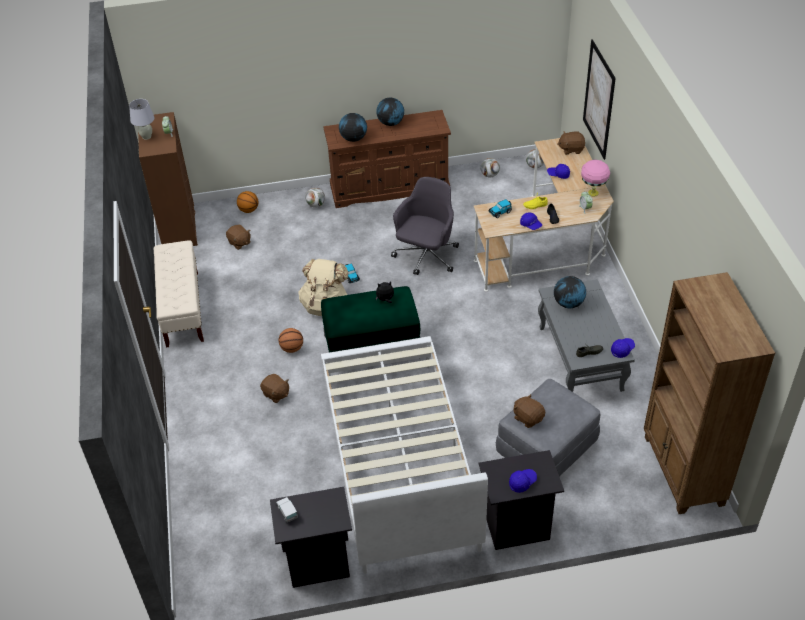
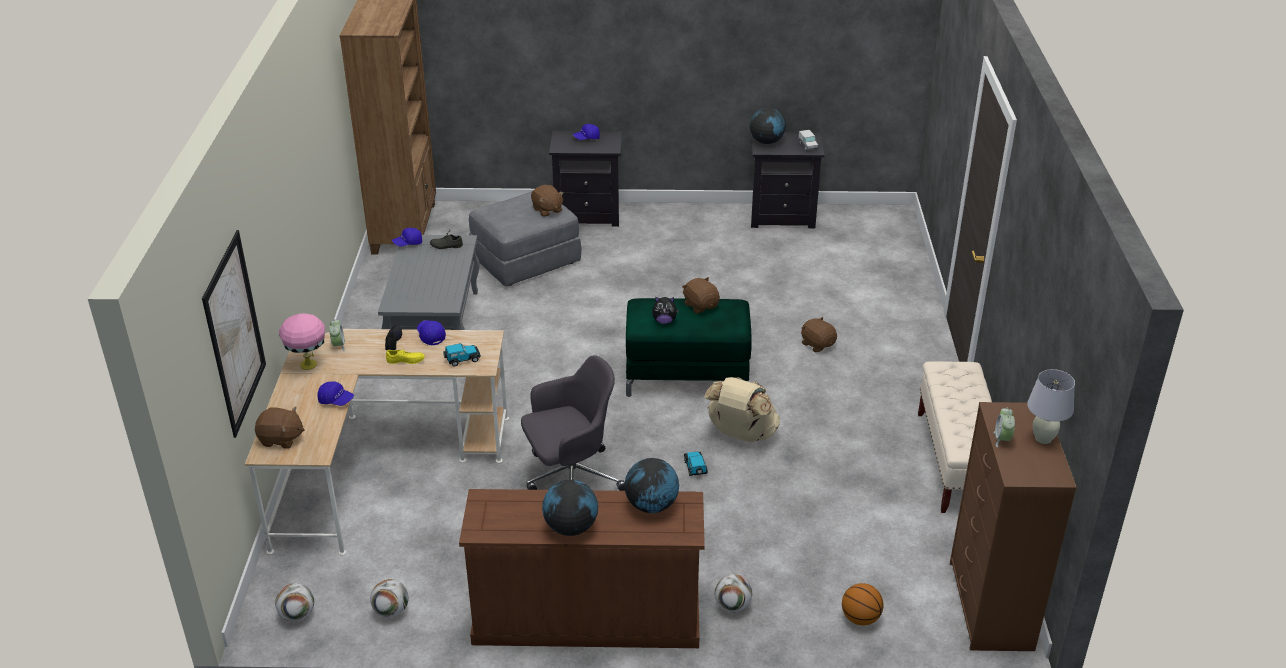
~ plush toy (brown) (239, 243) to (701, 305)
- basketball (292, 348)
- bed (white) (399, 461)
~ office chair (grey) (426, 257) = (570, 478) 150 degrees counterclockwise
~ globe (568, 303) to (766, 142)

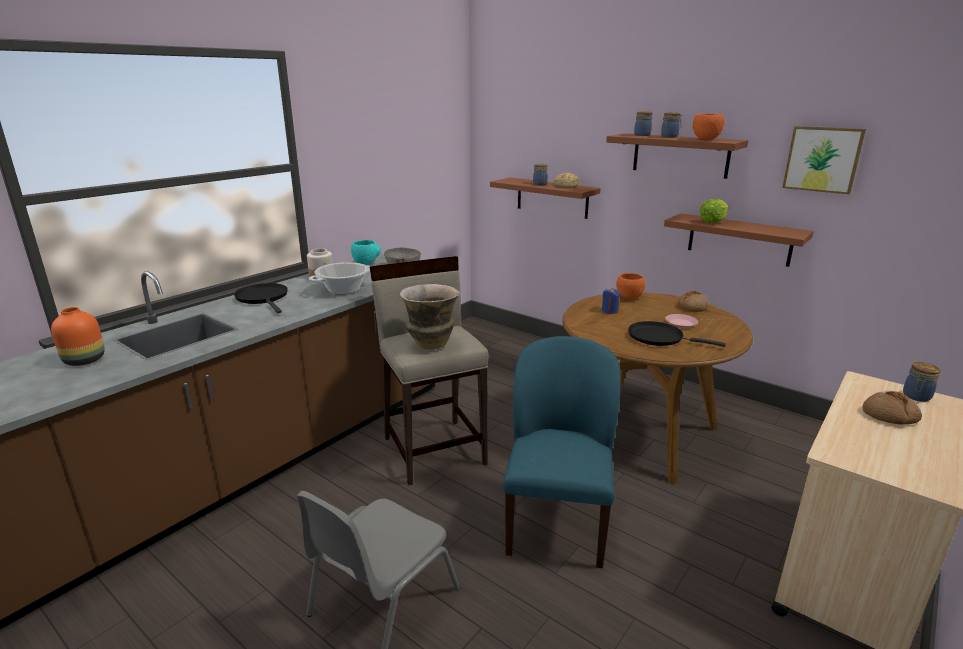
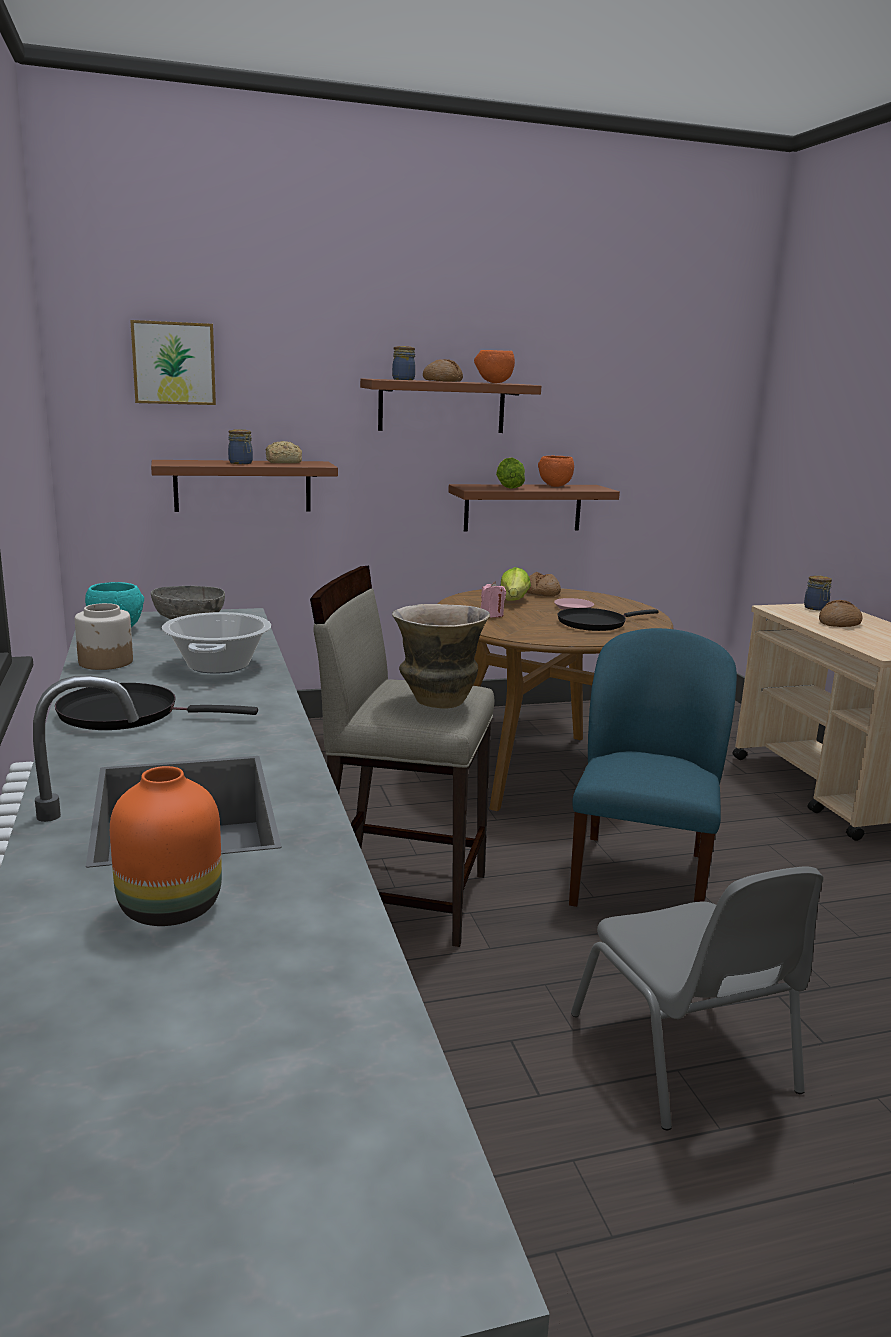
~ chair (blue) (557, 520) = (640, 878) 60 degrees clockwise
~ candle (blue) (609, 310) to candle (pink) (492, 615)
~ bowl (orange) (629, 298) to (554, 486)
~ jar (670, 137) to bread (442, 381)
~ picture (823, 159) to (174, 363)
+ lettuce (514, 601)

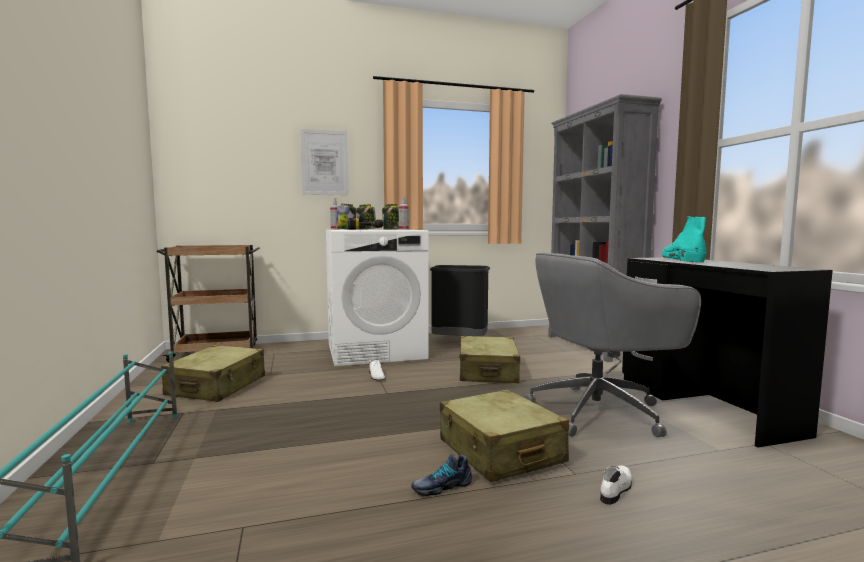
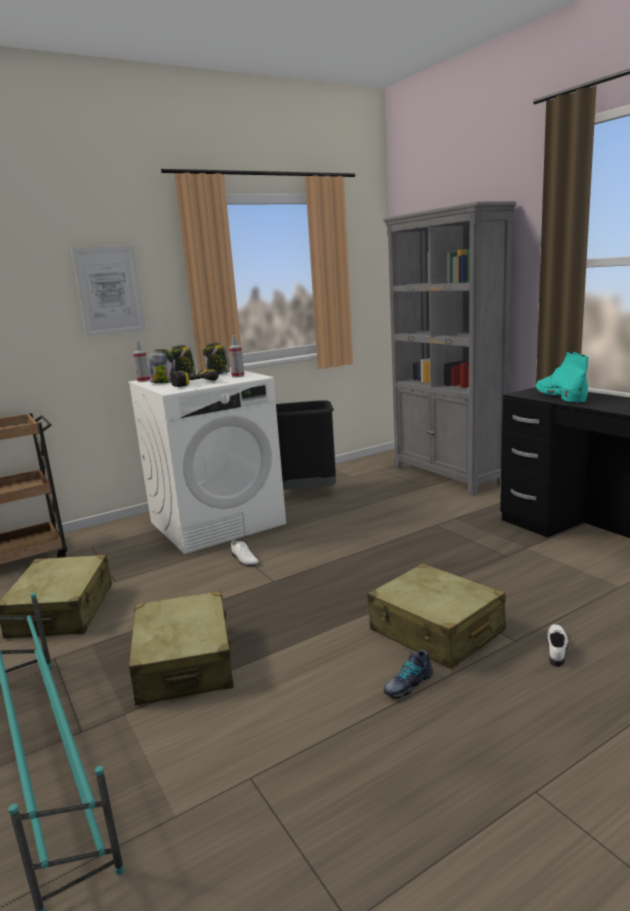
~ suitcase (beige) (487, 372) to (185, 663)
- office chair (grey) (600, 411)

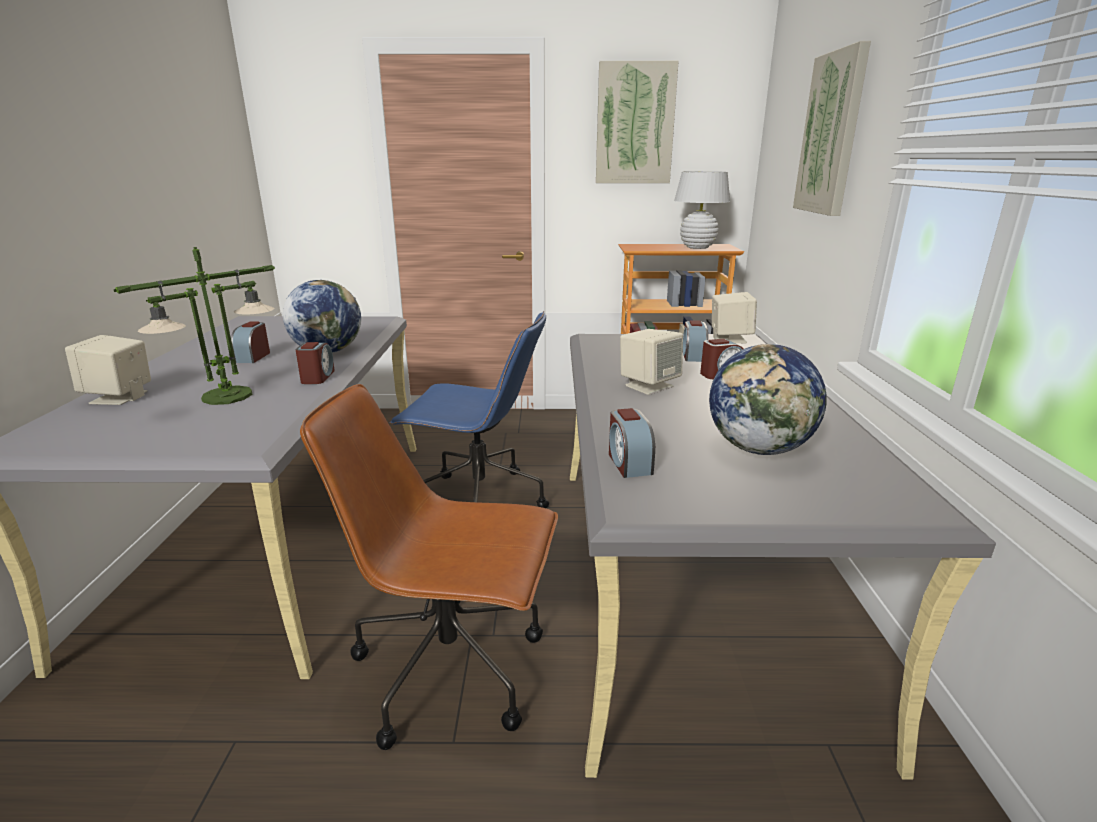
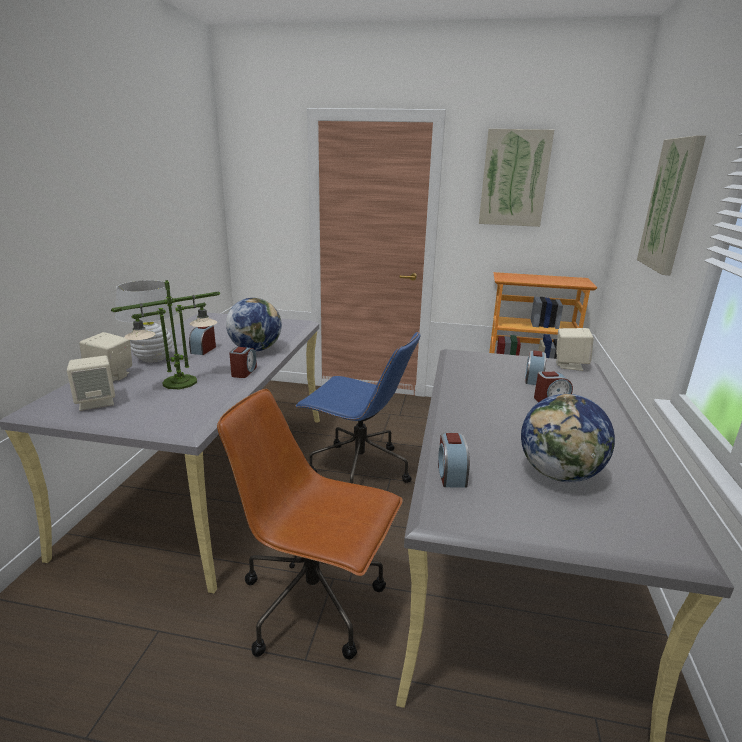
~ speaker (beige) (648, 386) to (96, 402)
~ table lamp (white) (697, 247) to (154, 359)

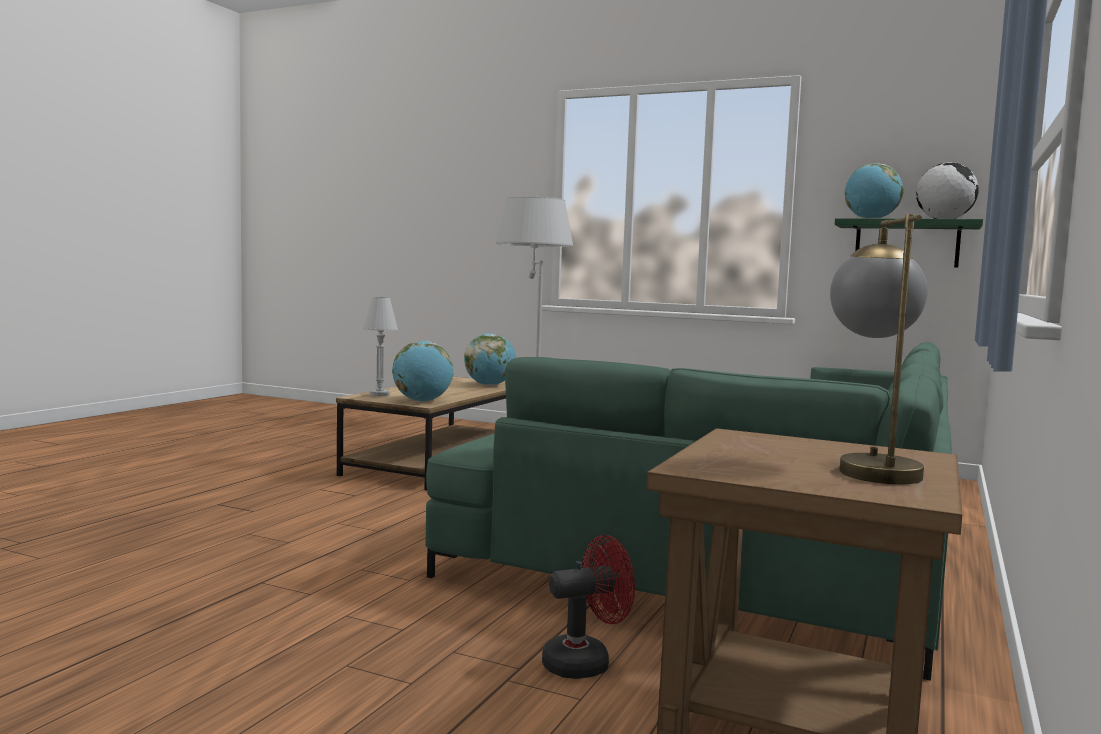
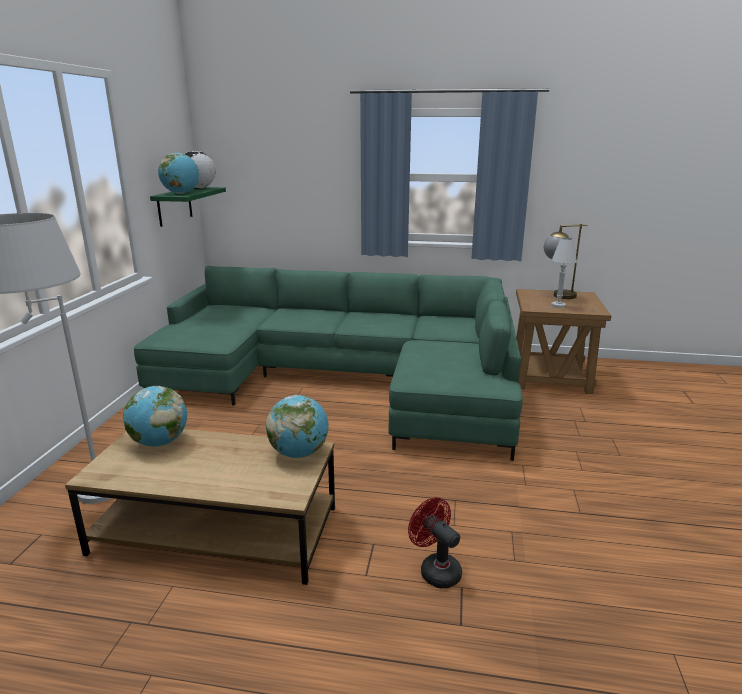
~ table lamp (white) (379, 394) to (558, 305)
~ fan (red) (586, 662) to (435, 570)

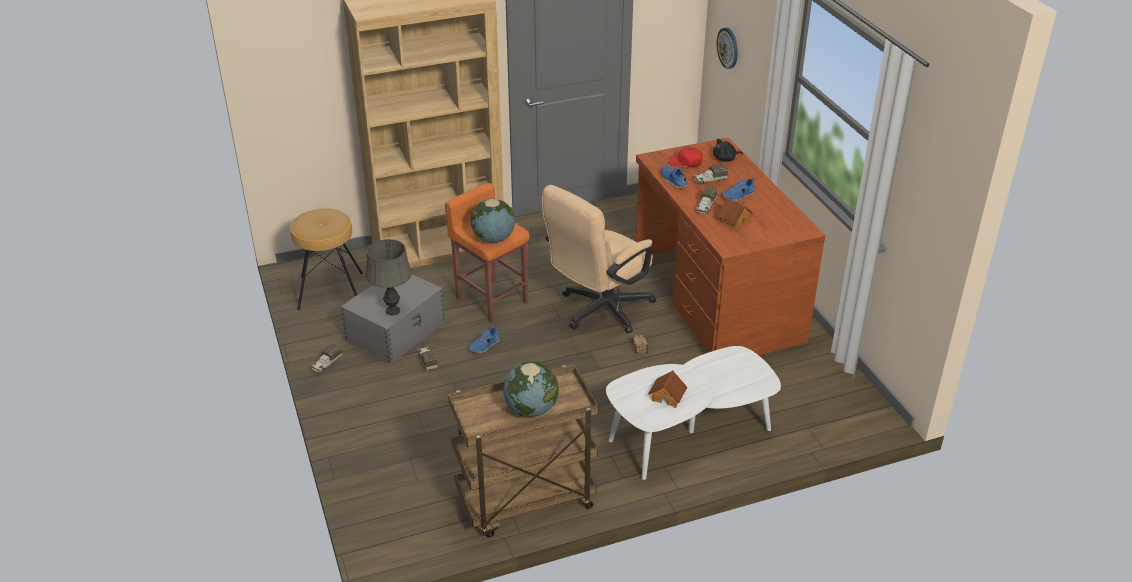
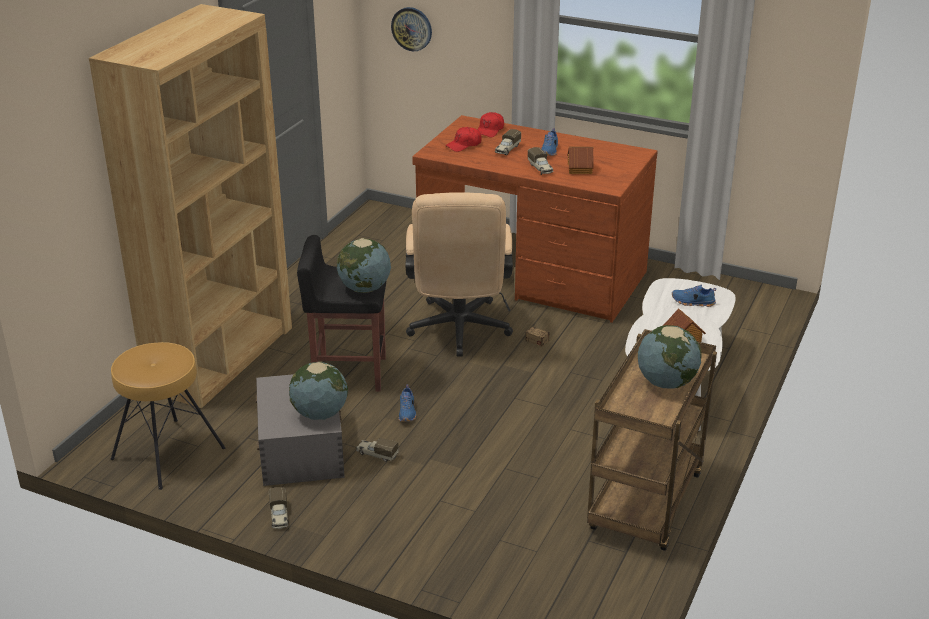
~ table lamp (grey) (392, 310) to globe (319, 414)
~ stool (orange) (491, 299) to stool (black) (348, 373)
~ shoe (blue) (673, 181) to (693, 302)
~ plush toy (black) (725, 159) to cap (red) (490, 130)

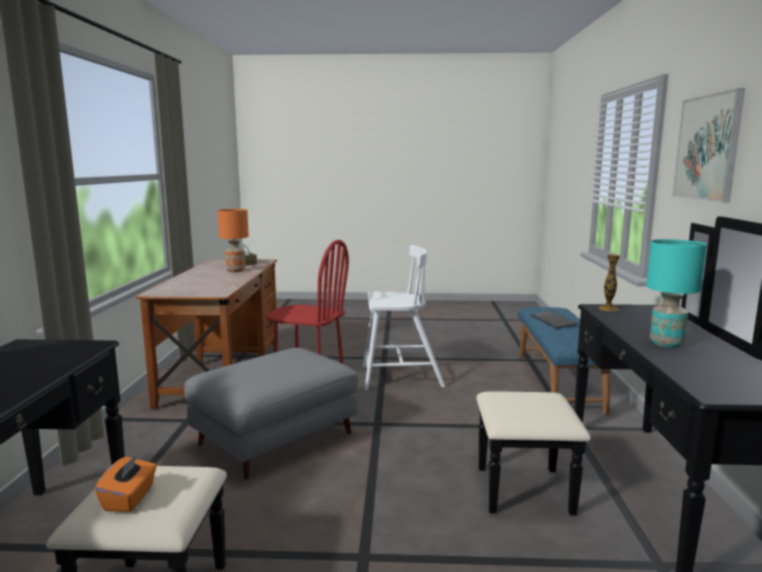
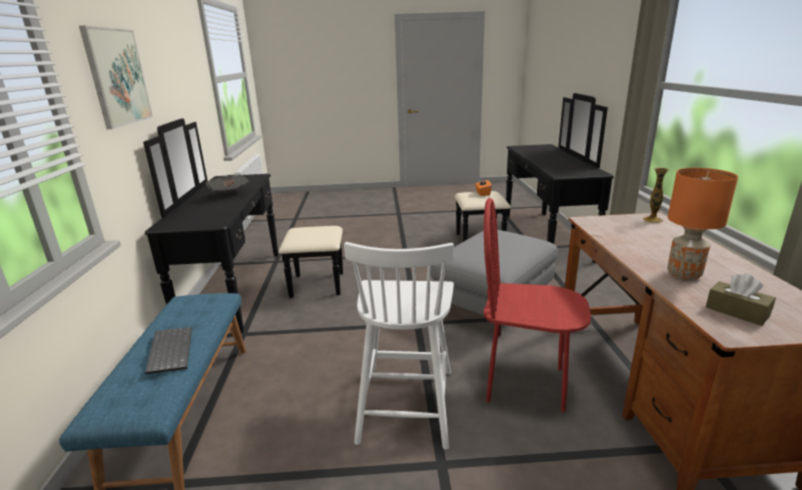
~ chair (white) (399, 377) = (406, 402) 75 degrees counterclockwise
~ vase (608, 308) to (653, 220)
~ table lamp (turquoise) (667, 344) to newspaper (230, 194)

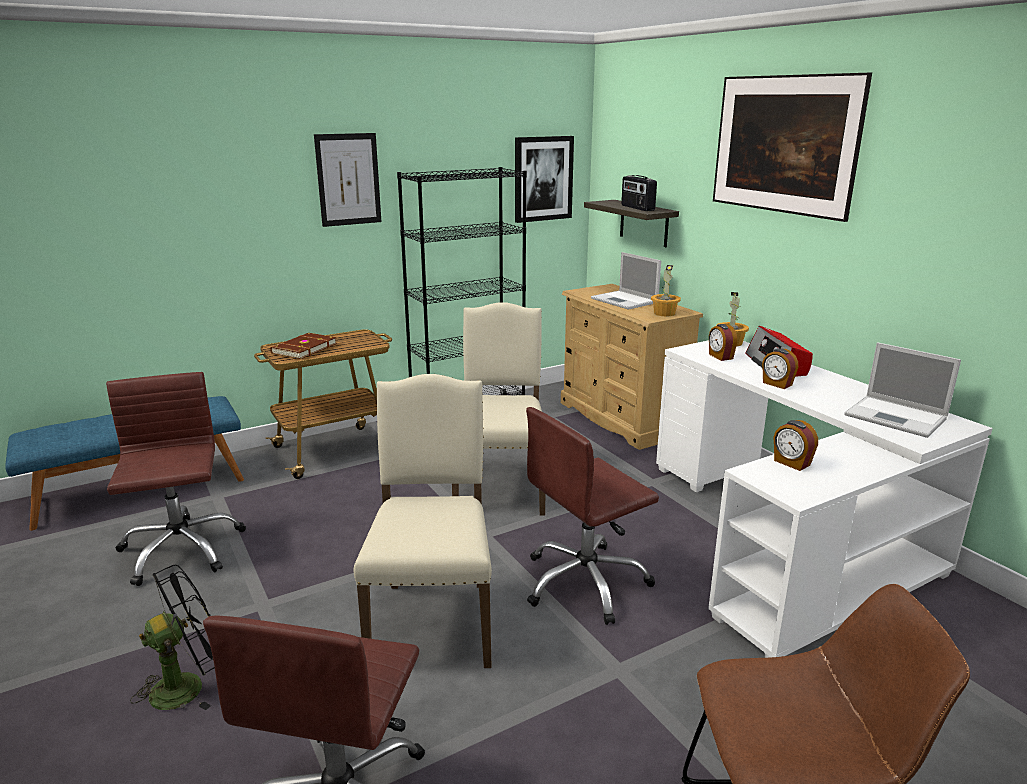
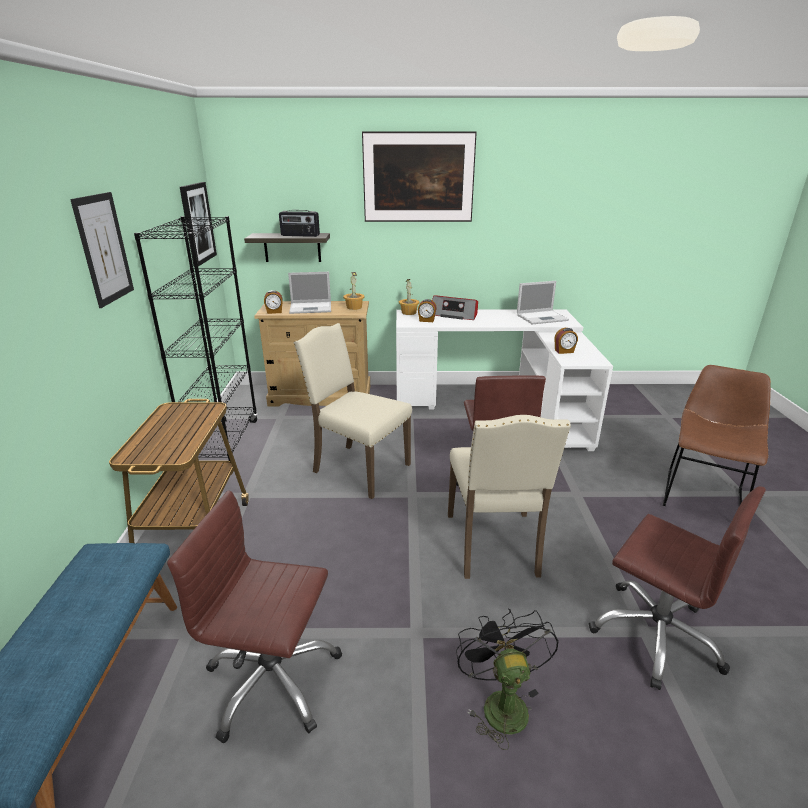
- book (brown) (303, 348)
~ chair (beige) (433, 620) = (494, 545) 120 degrees counterclockwise
~ alarm clock (777, 384) to (274, 312)

